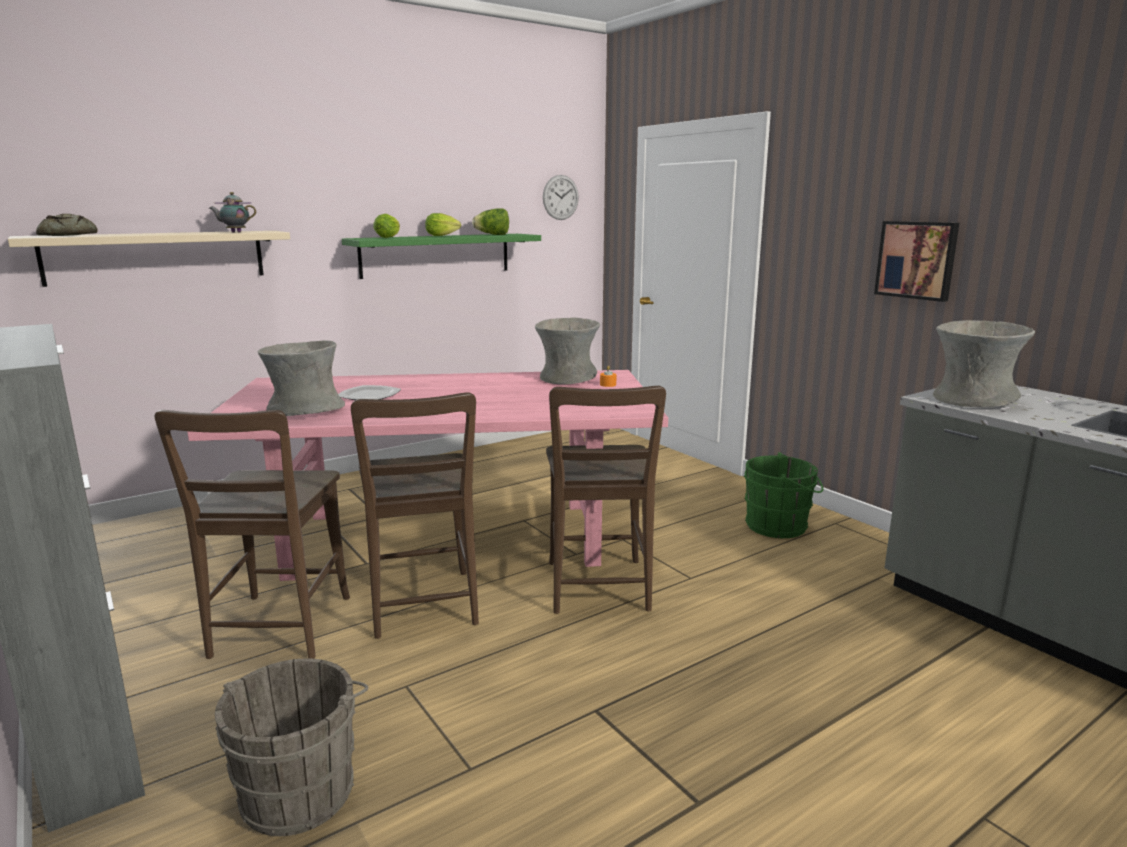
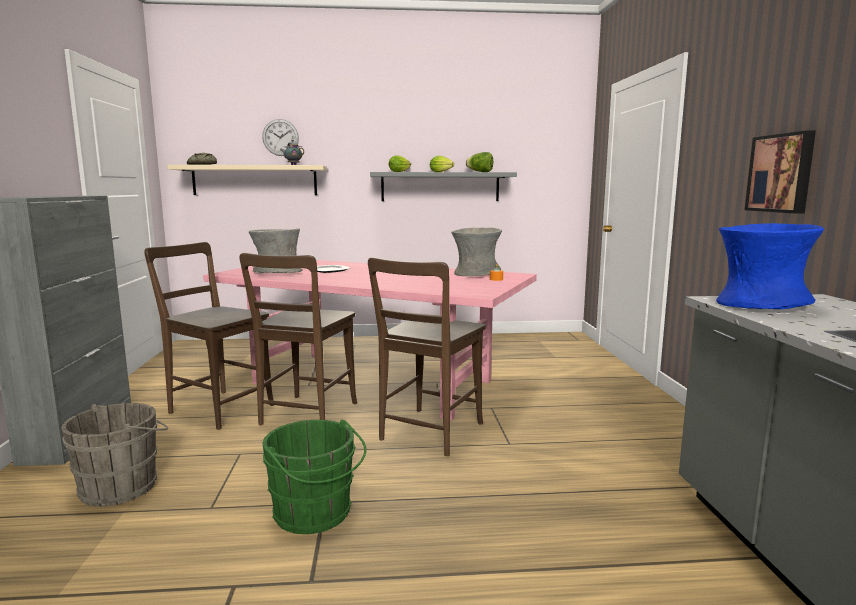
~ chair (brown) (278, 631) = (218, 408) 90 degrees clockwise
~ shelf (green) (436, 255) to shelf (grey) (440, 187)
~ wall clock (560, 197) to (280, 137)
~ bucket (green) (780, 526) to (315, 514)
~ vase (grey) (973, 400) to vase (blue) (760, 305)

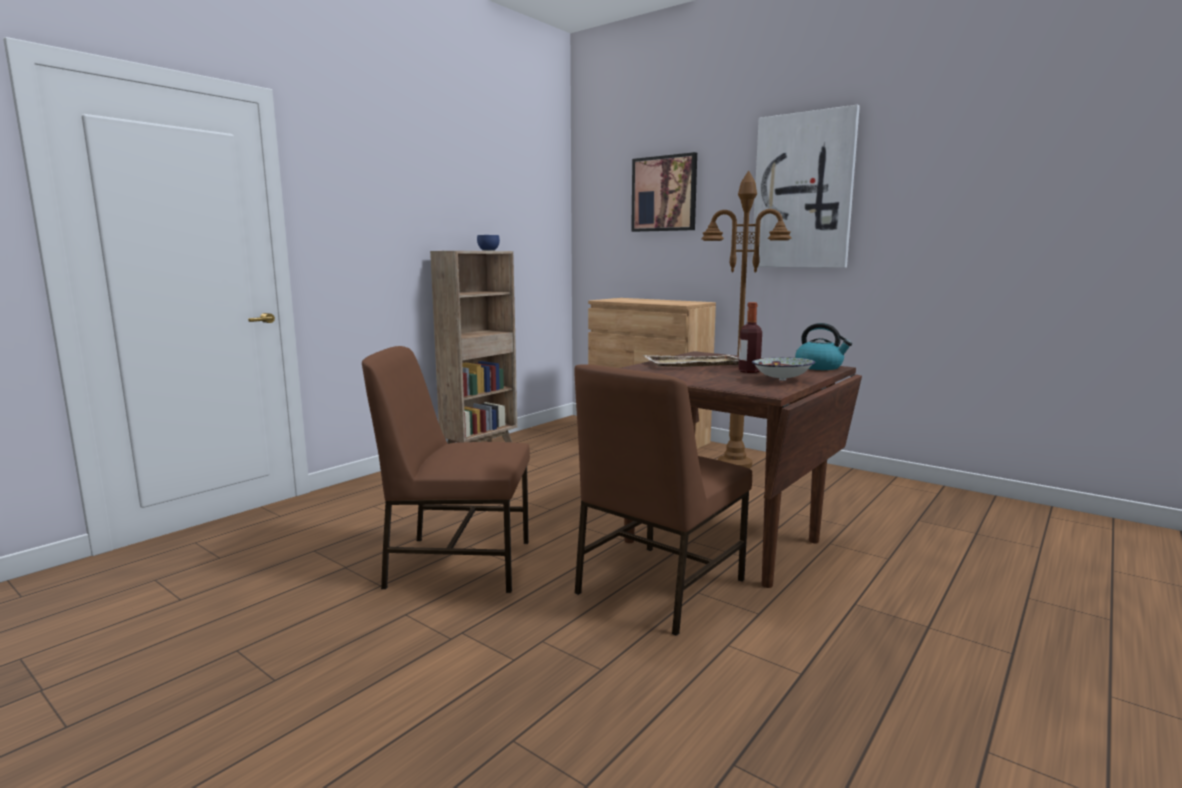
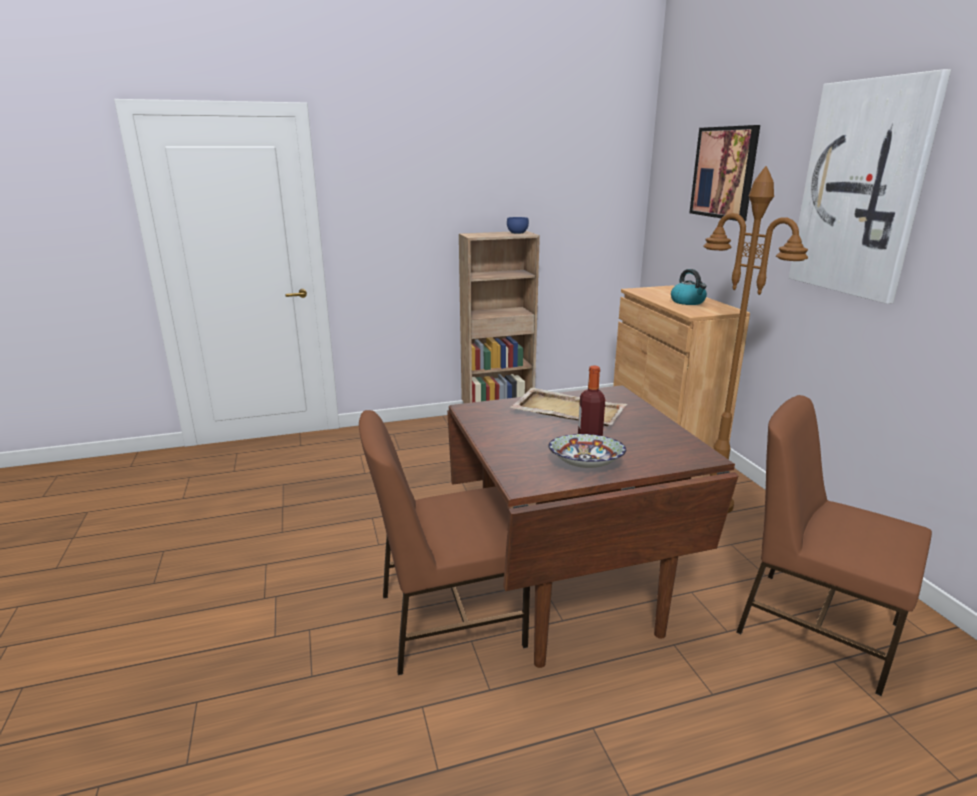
~ chair (brown) (457, 563) to (814, 625)
~ kettle (819, 367) to (688, 302)

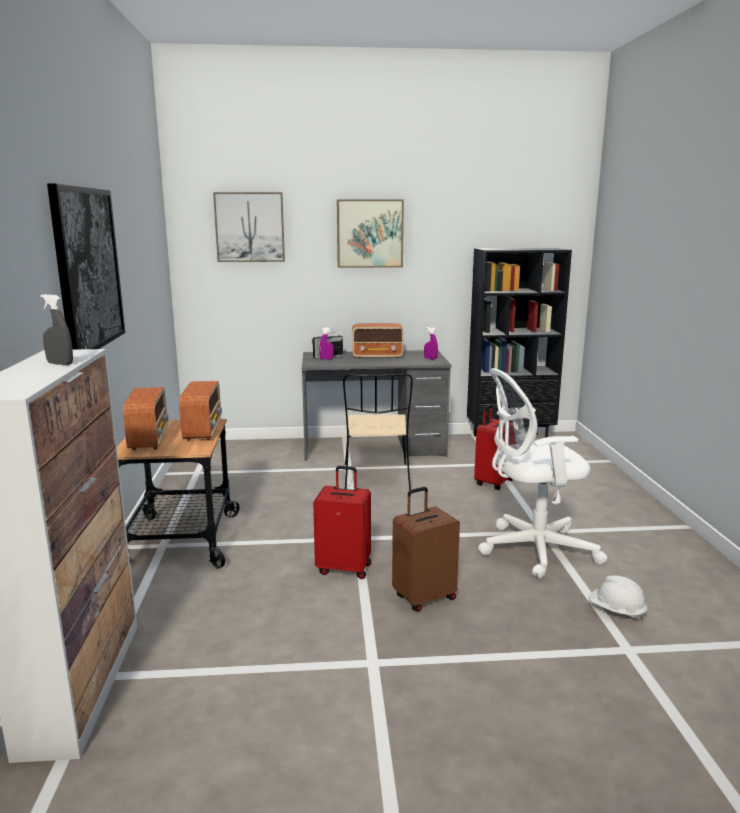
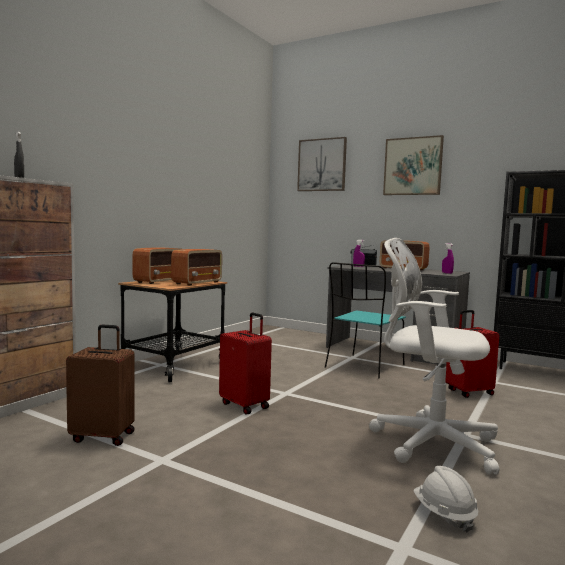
- picture (87, 269)
~ chair (beige) (376, 478) to chair (turquoise) (364, 367)
~ suitcase (brown) (424, 597) to (103, 436)

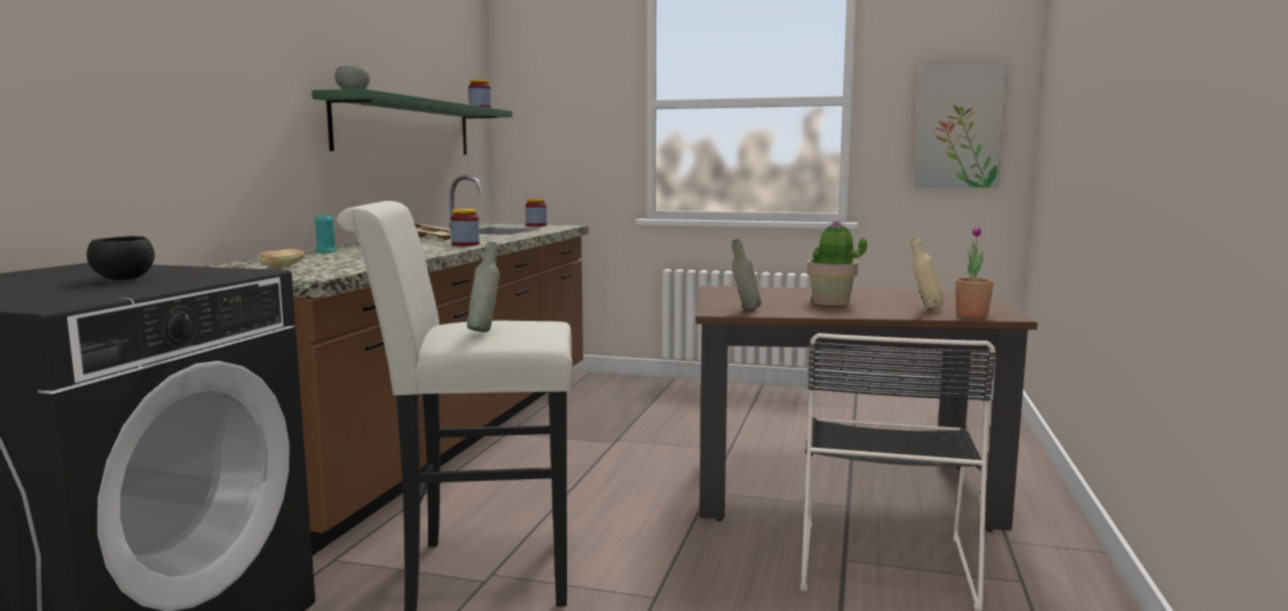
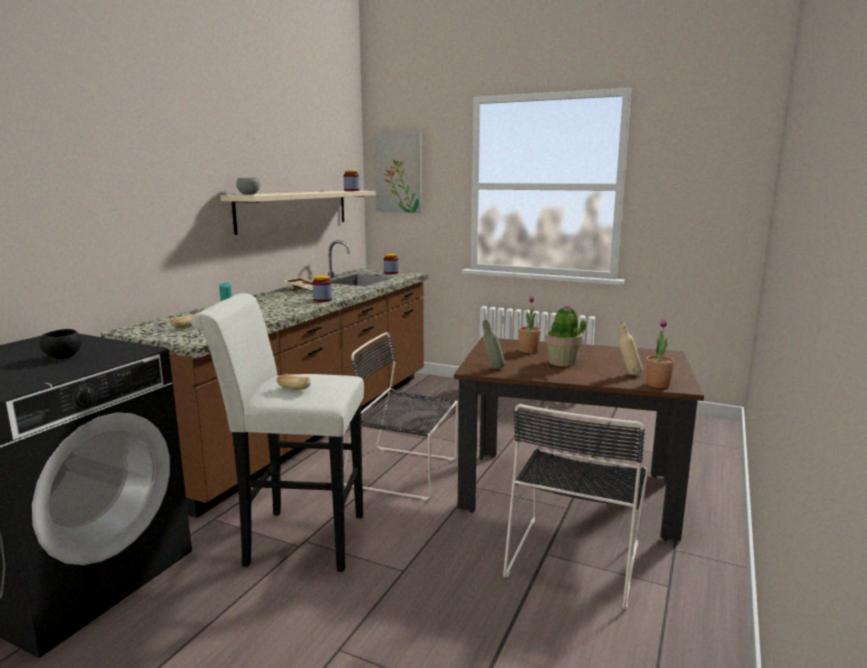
~ shelf (green) (406, 128) to shelf (beige) (294, 210)
~ bottle (grey) (485, 331) to bread (294, 389)
~ picture (959, 126) to (399, 173)
+ chair (black) (405, 472)
+ potted plant (528, 350)

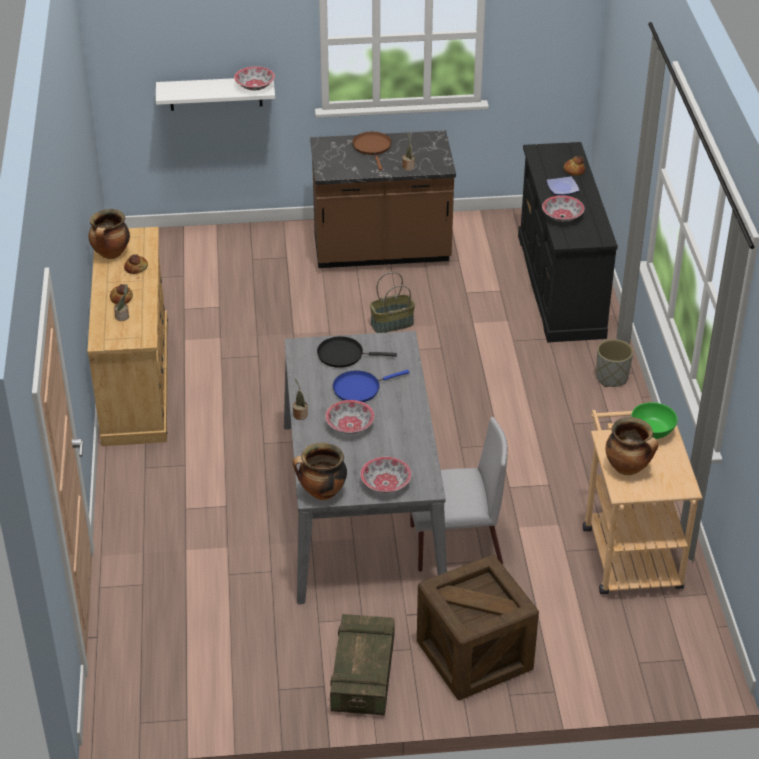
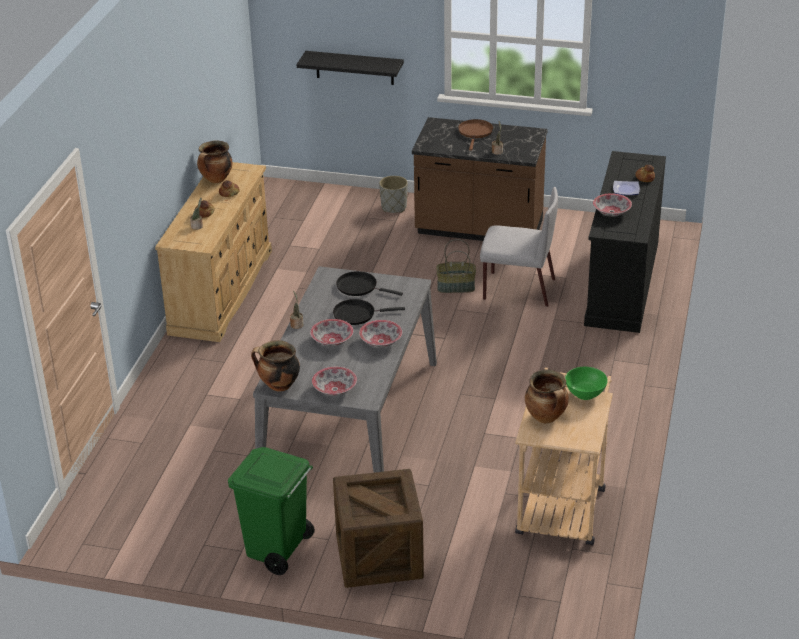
~ shelf (white) (215, 93) to shelf (black) (354, 68)
~ bowl (254, 86) to (380, 341)
~ crate (362, 676) to trash can (green) (277, 551)
~ frying pan (blue) (359, 388) to frying pan (black) (357, 314)
~ chair (grey) (454, 545) to (517, 289)
~ planter (grey) (612, 378) to (394, 207)

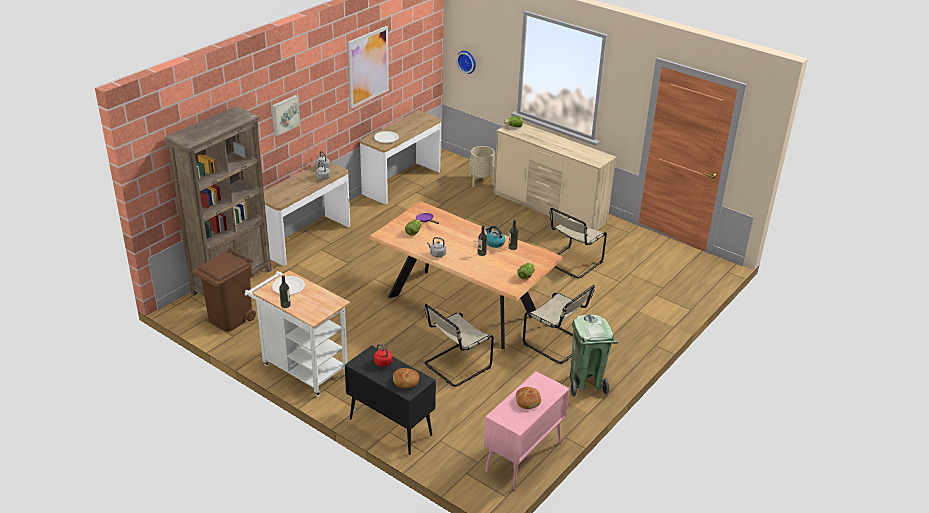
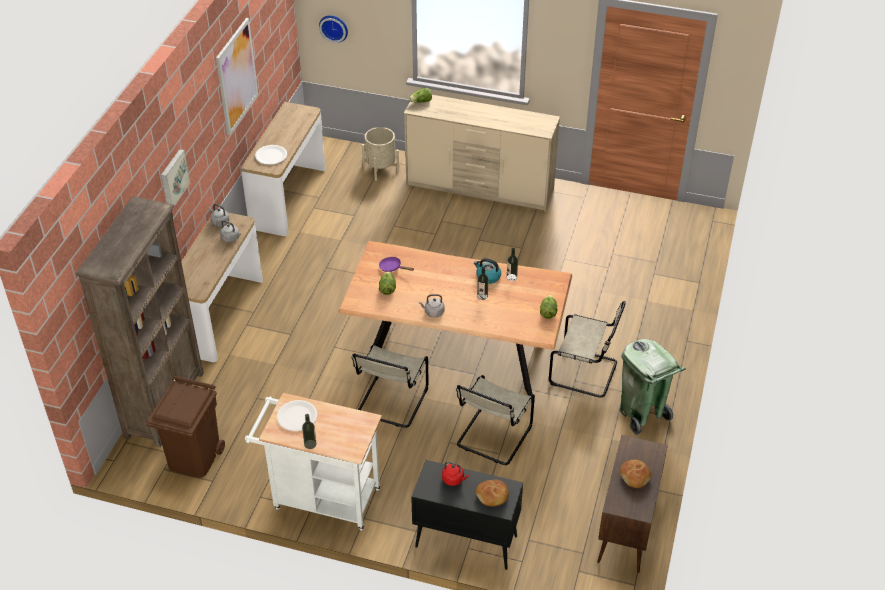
~ cabinet (pink) (523, 458) to cabinet (brown) (626, 531)
~ chair (beige) (572, 263) to (391, 403)

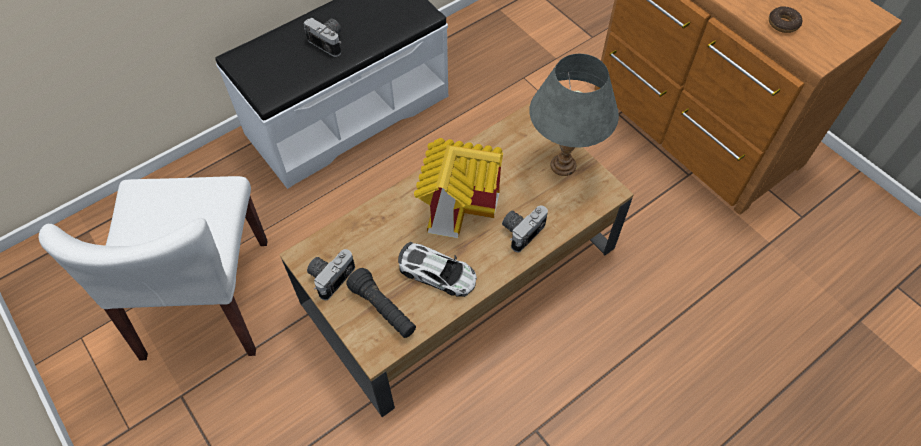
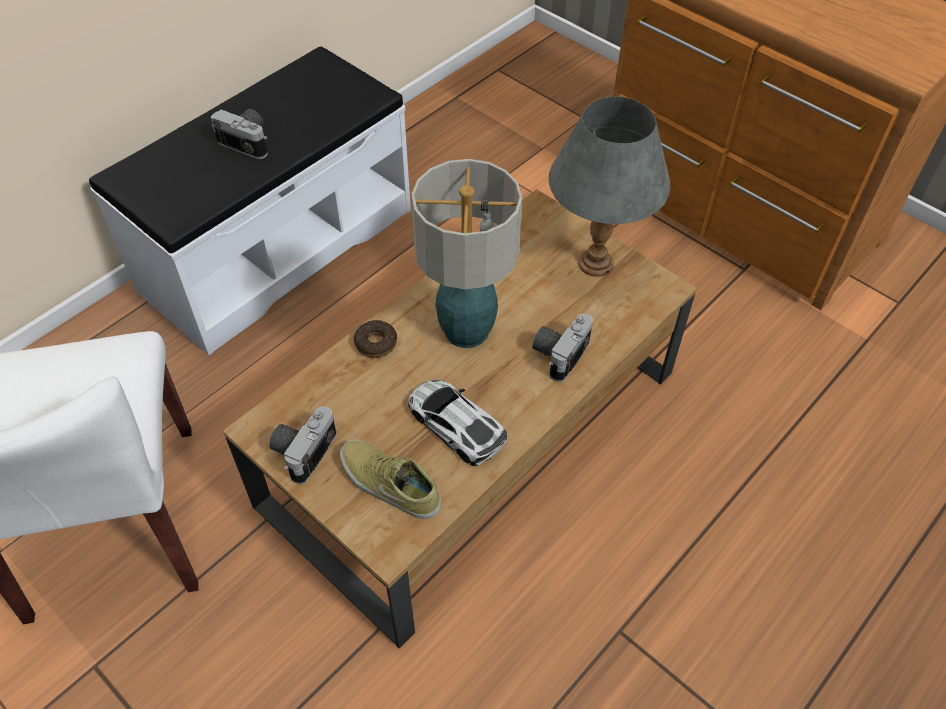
~ flashlight (black) (383, 309) to shoe (beige) (388, 484)
~ toy car (438, 273) = (456, 425) 150 degrees counterclockwise
~ toy house (460, 204) to table lamp (467, 330)
~ donut (783, 23) to (376, 343)

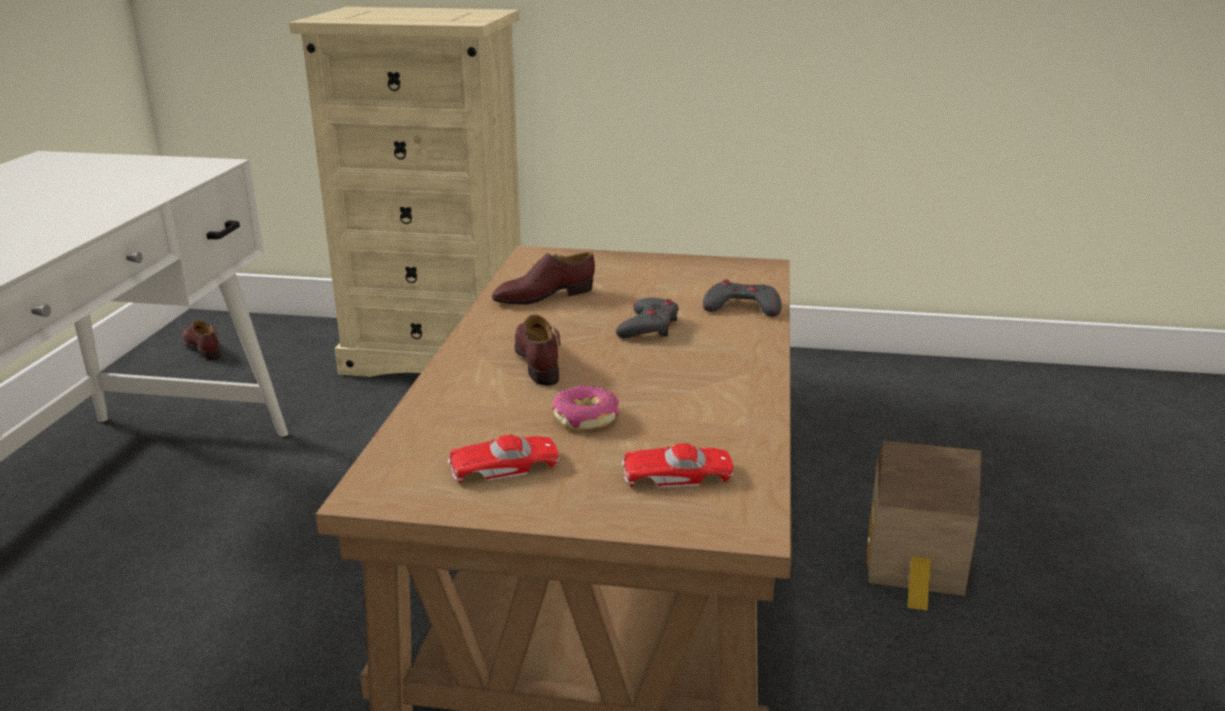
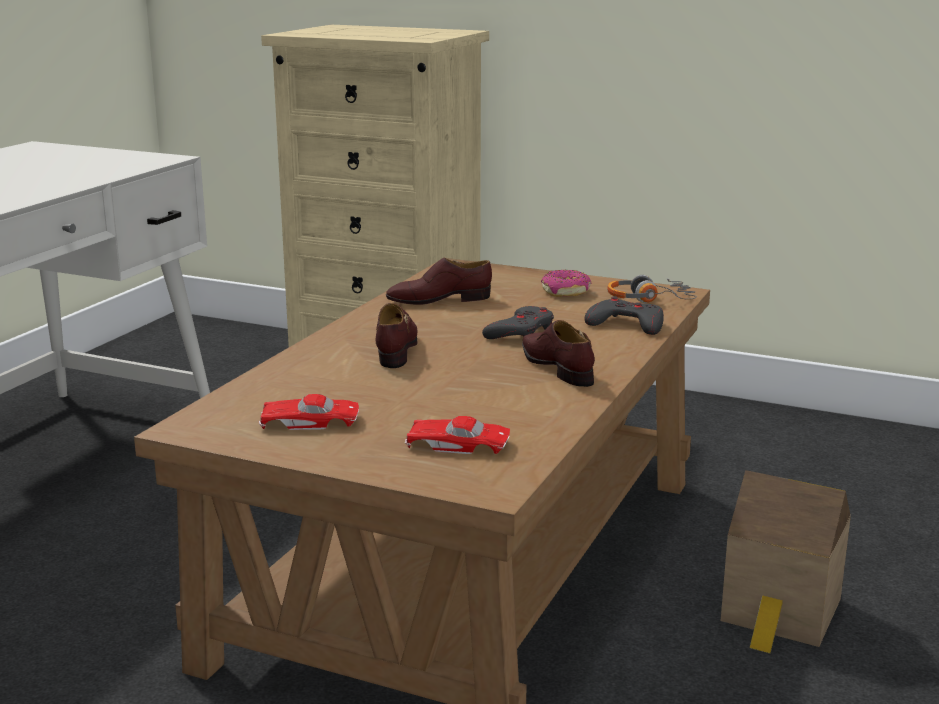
~ shoe (brown) (203, 348) to (557, 367)
~ donut (586, 418) to (566, 292)
+ headphones (649, 299)

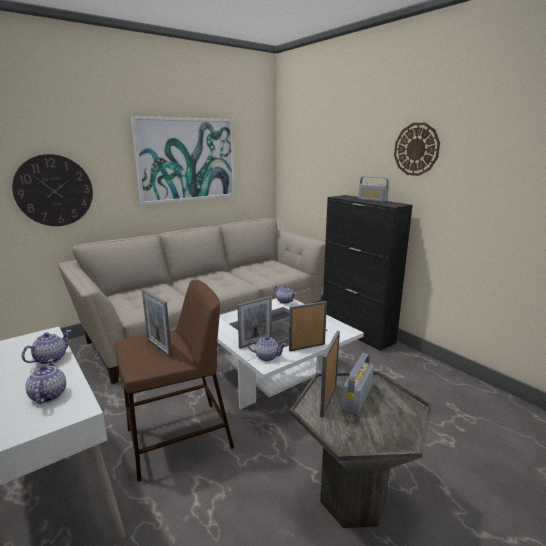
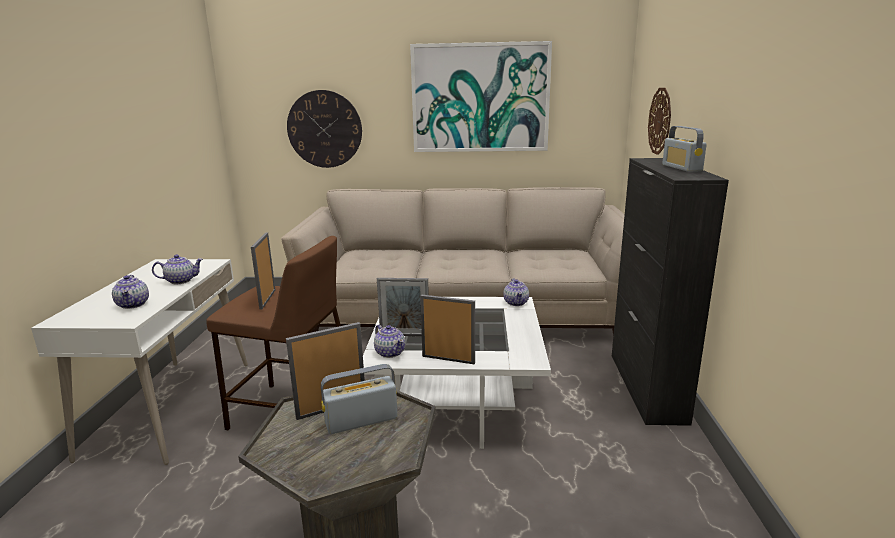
~ teapot (48, 395) = (133, 304) 135 degrees clockwise
~ wall clock (416, 149) to (660, 121)

